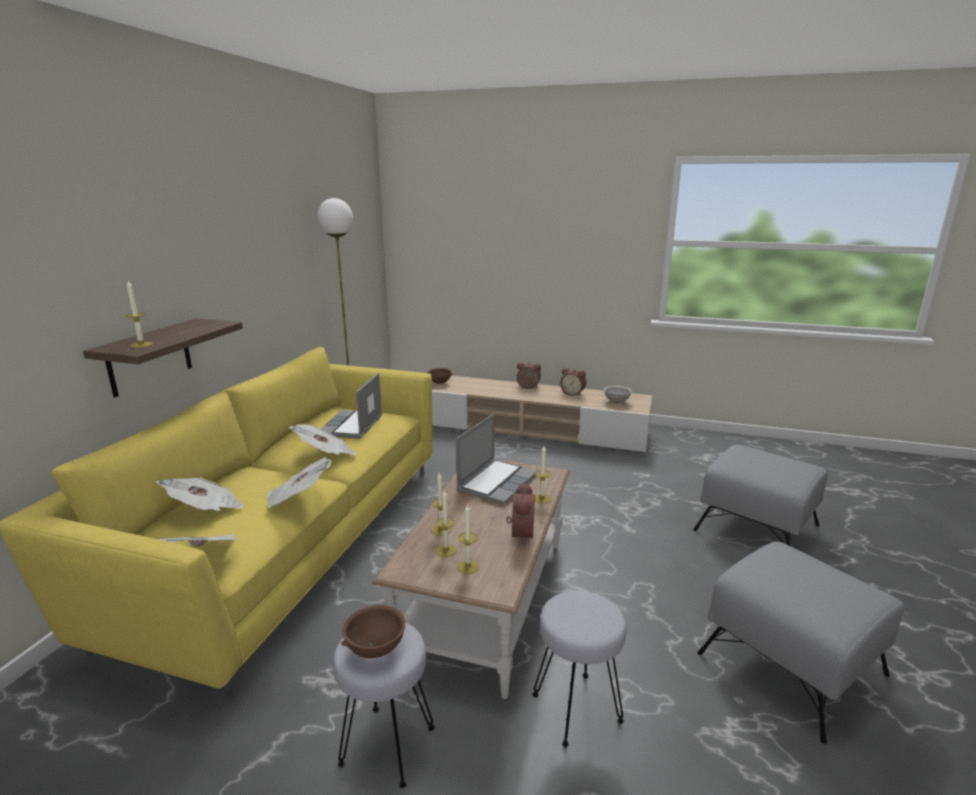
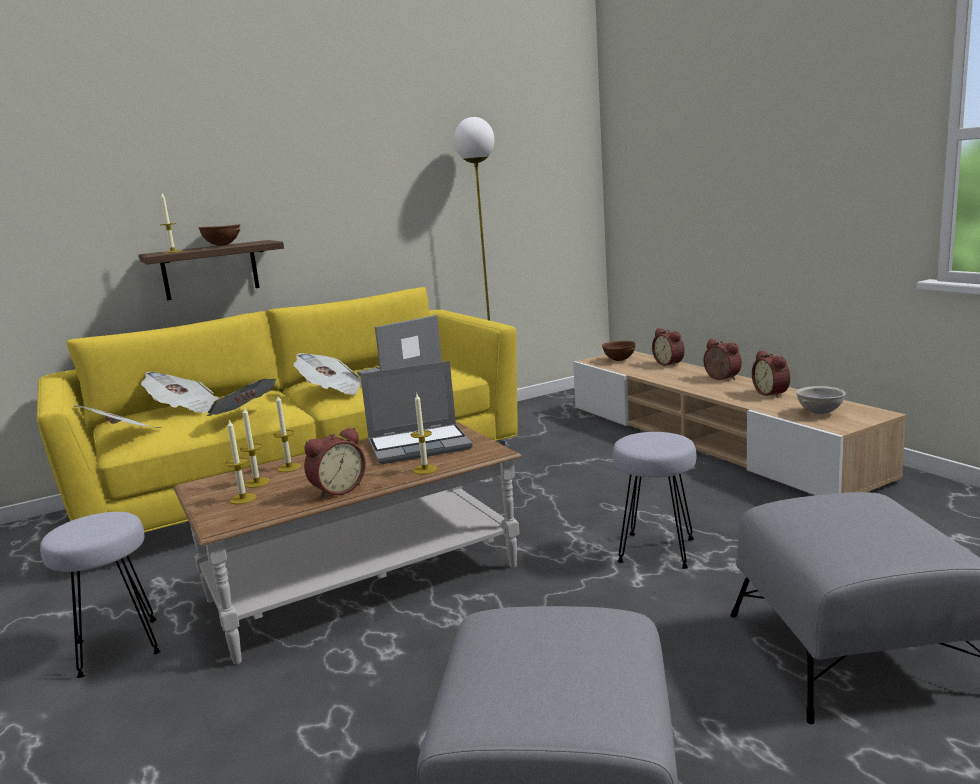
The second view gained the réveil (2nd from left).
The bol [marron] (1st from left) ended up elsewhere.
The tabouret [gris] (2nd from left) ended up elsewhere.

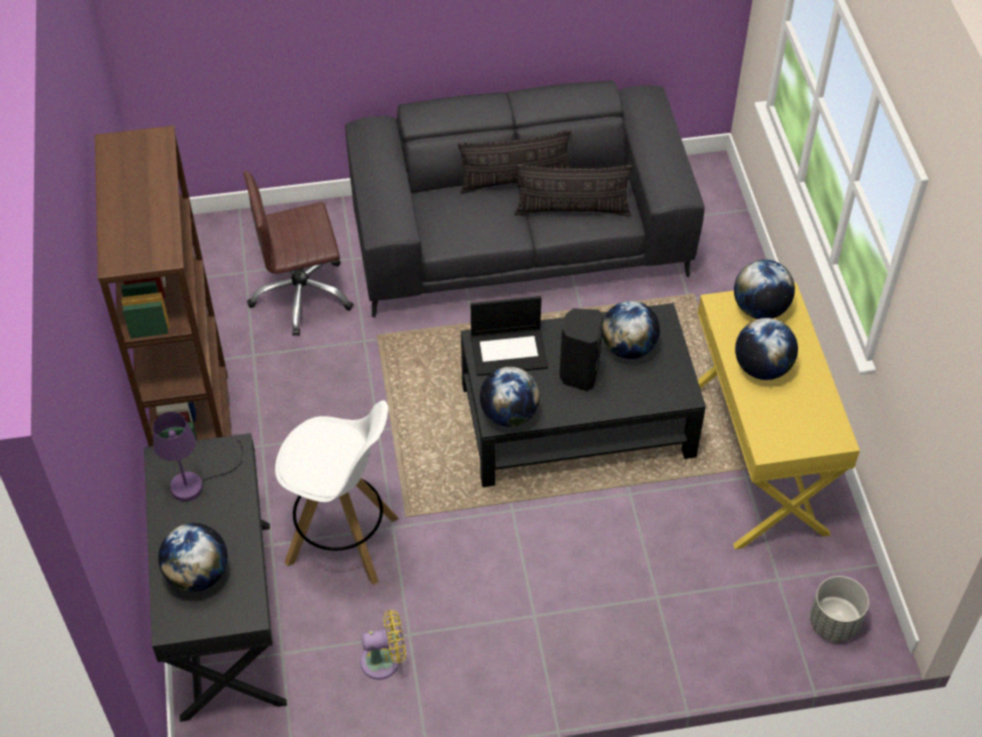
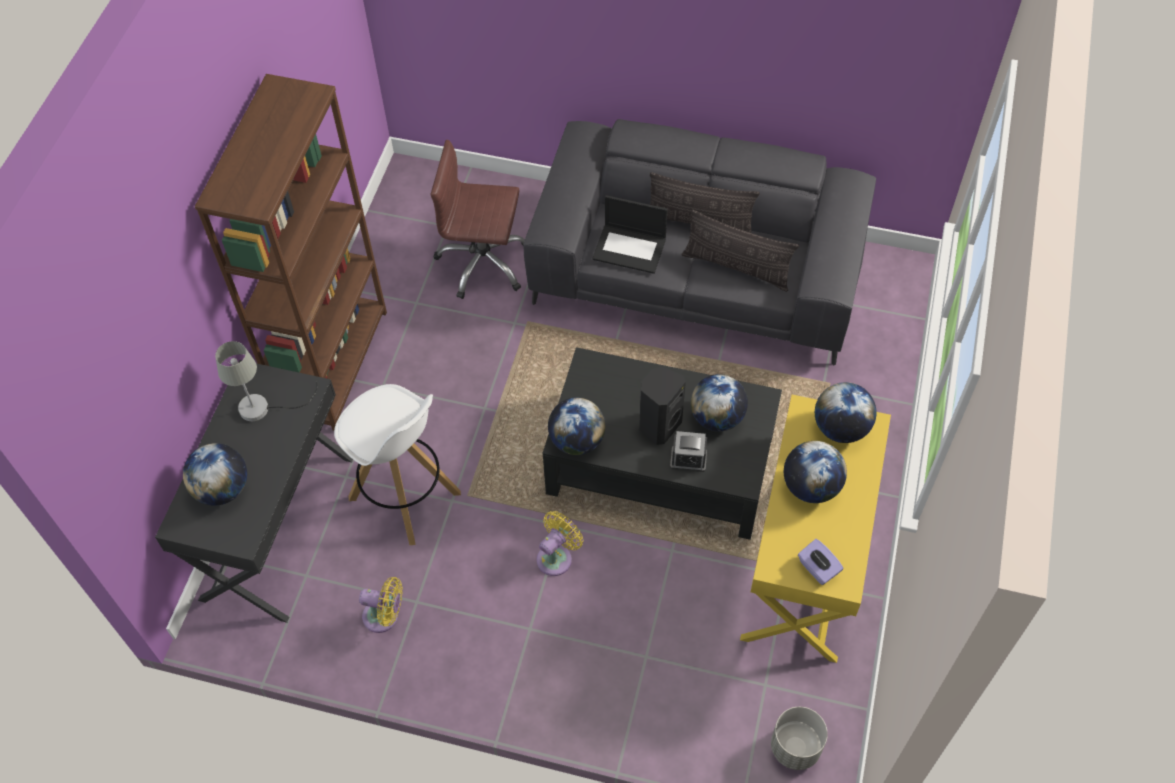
The second view gained the ventilateur [jaune] (2nd from left).
The second view gained the réveil.
The second view gained the boîte à mouchoirs [violet].
The ordinateur portable ended up elsewhere.
What was the lampe de table [violet] turned into the lampe de table [gris].

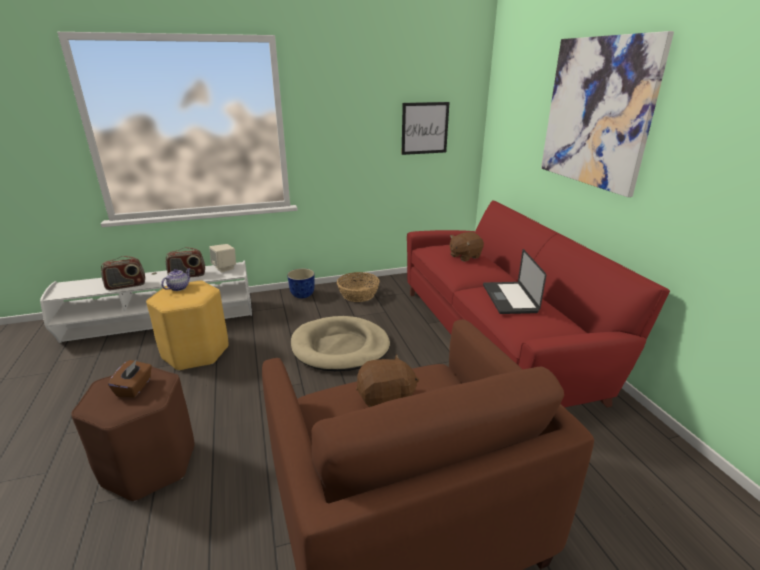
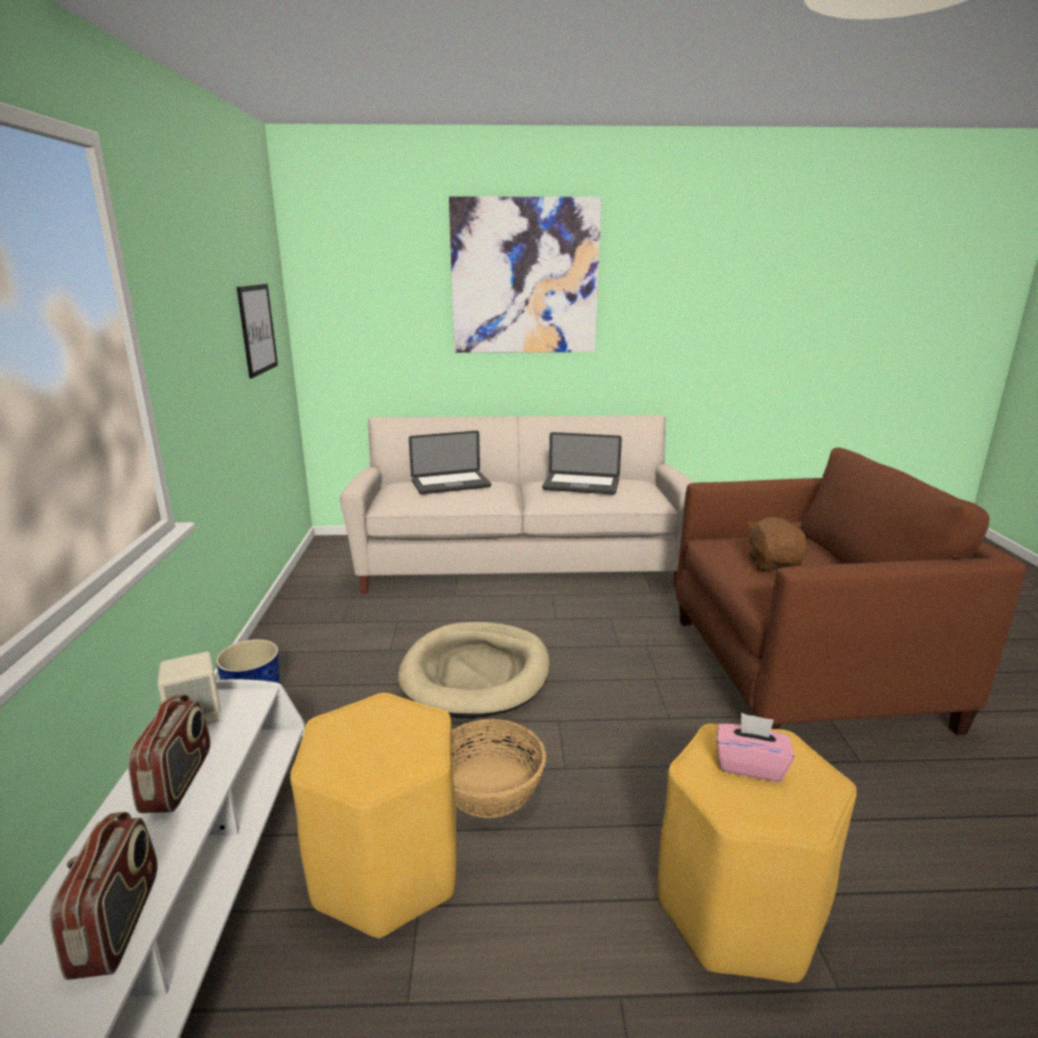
The second view lost the théière.
The panier ended up elsewhere.
Where the peluche [marron] (2nd from left) stood, the ordinateur portable (1st from left) came to stand.
What was the tabouret [marron] turned into the tabouret [jaune] (2nd from left).
What was the boîte à mouchoirs [marron] turned into the boîte à mouchoirs [rose].
What was the canapé [rouge] turned into the canapé [beige].

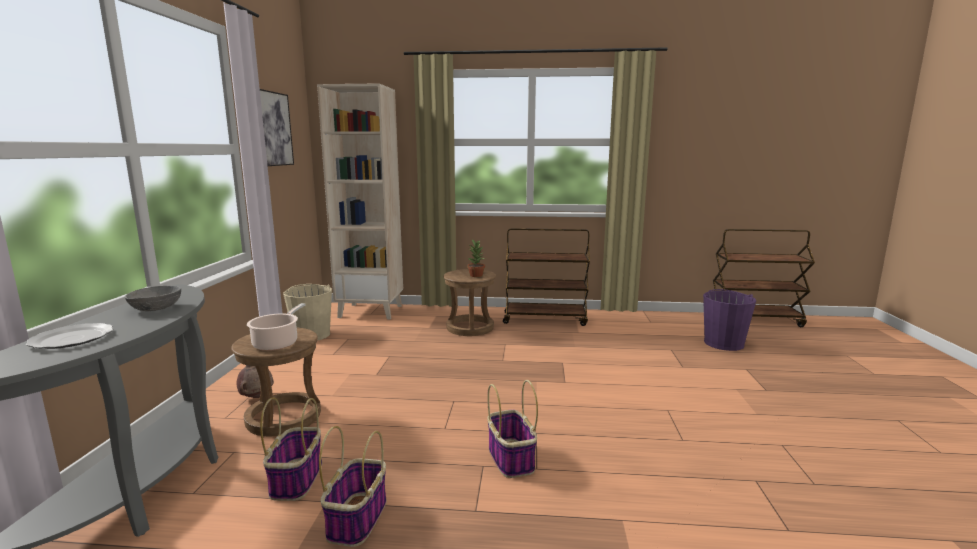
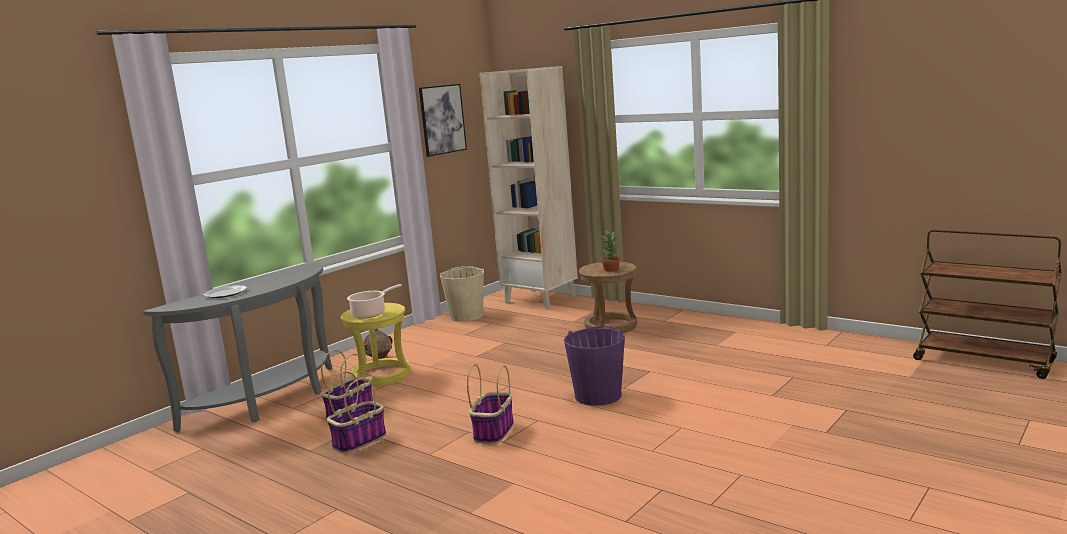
The second view lost the bol [gris].
The second view lost the chariot [marron] (1st from left).
The seau [violet] ended up elsewhere.
What was the tabouret [marron] (1st from left) turned into the tabouret [jaune].

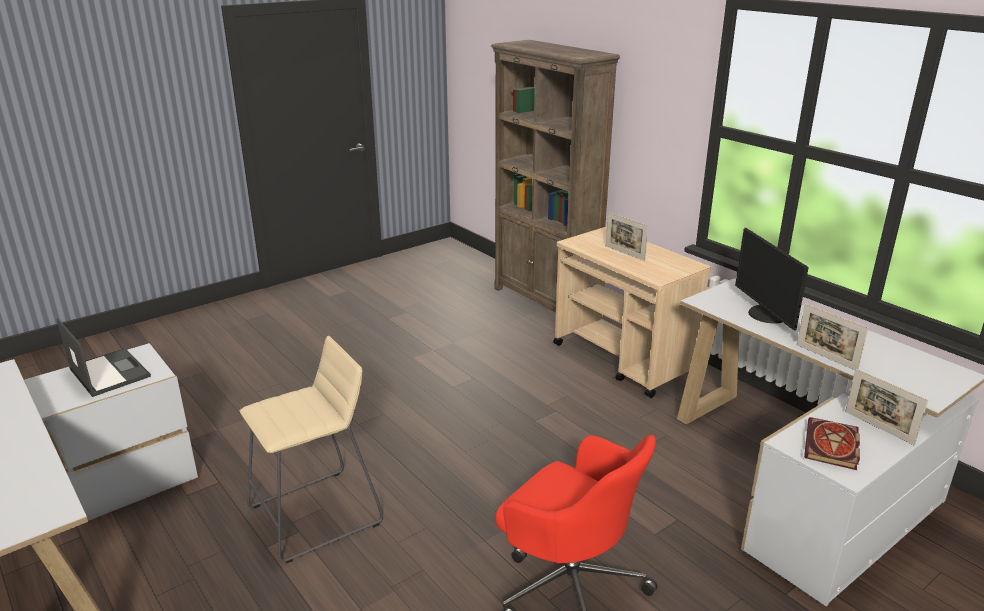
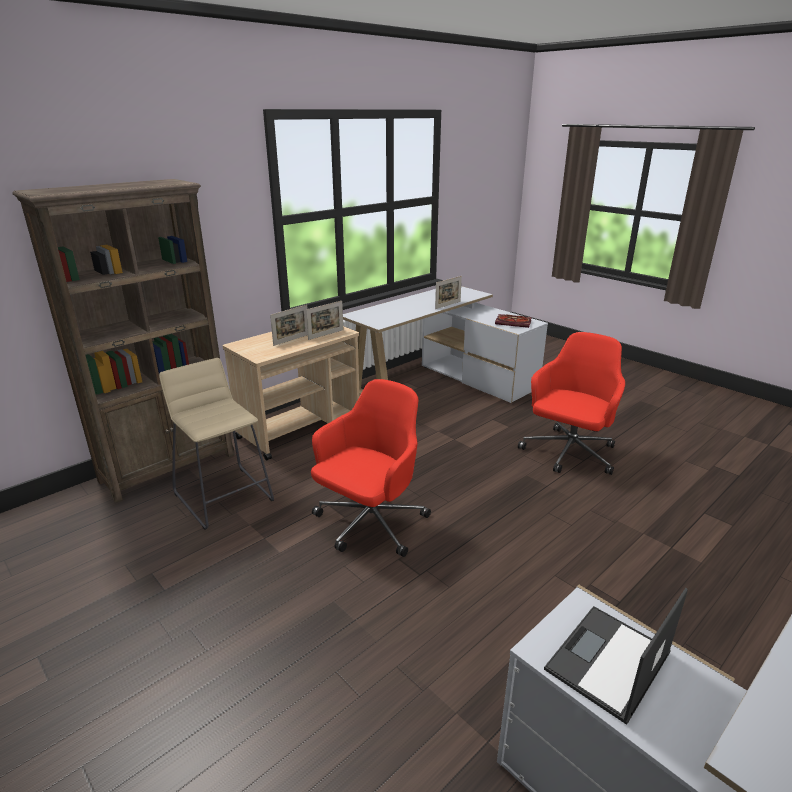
The second view lost the écran d'ordinateur.
The second view gained the chaise de bureau [rouge] (1st from left).
The tabouret [beige] ended up elsewhere.
The cadre photo (3rd from left in the first image) ended up elsewhere.

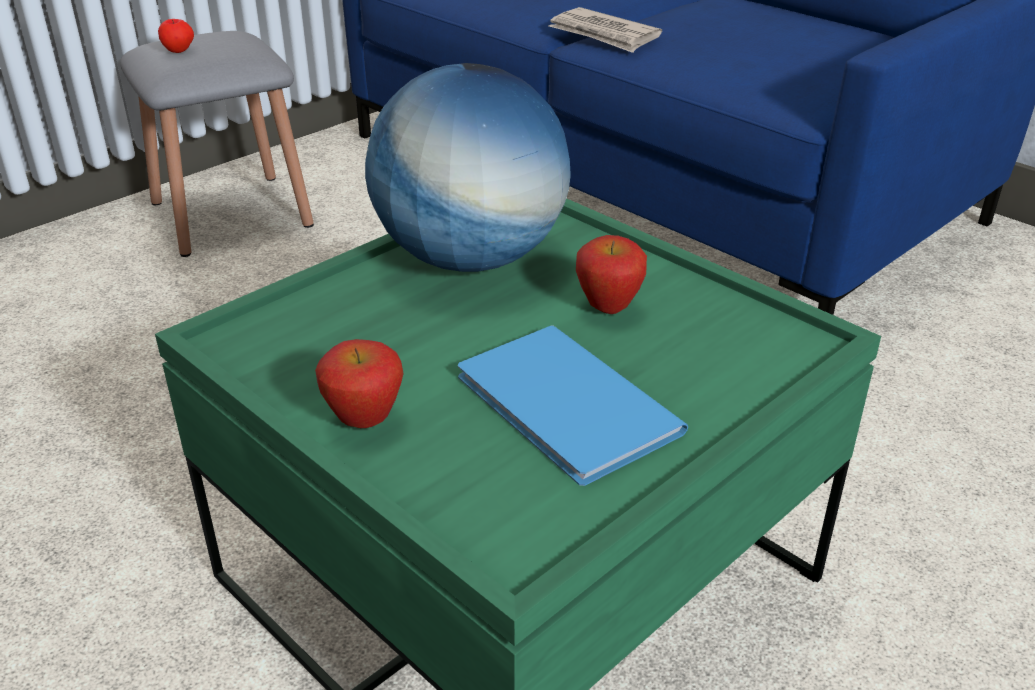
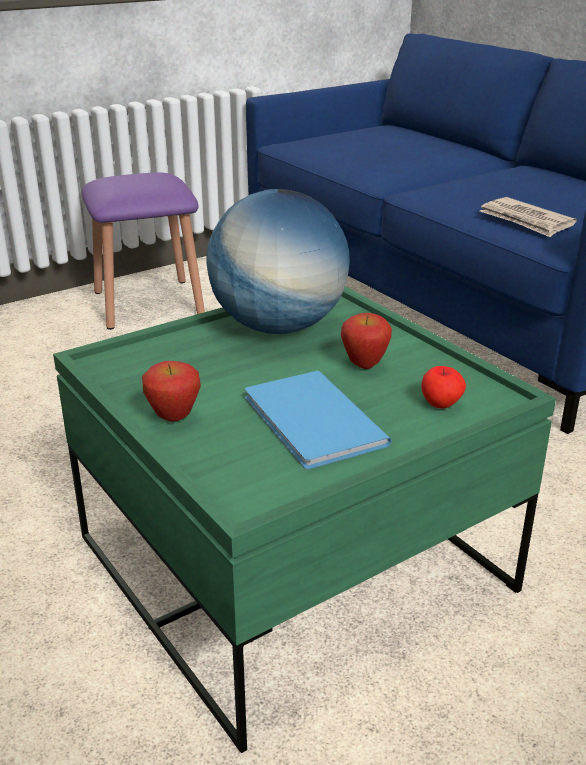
The pomme (1st from left in the first image) ended up elsewhere.
The journal ended up elsewhere.
What was the tabouret [gris] turned into the tabouret [violet].

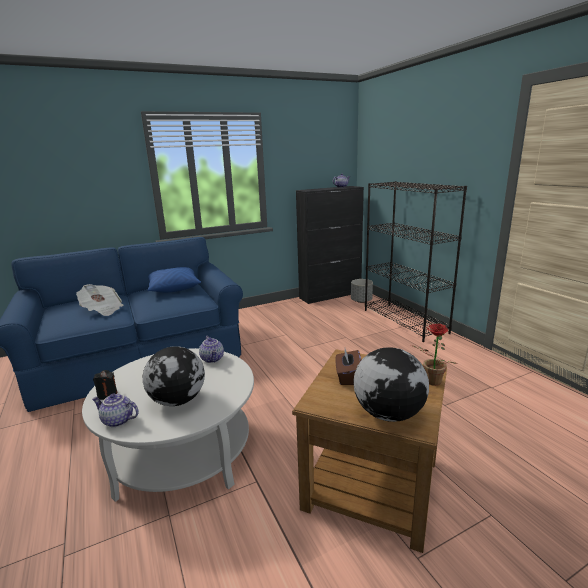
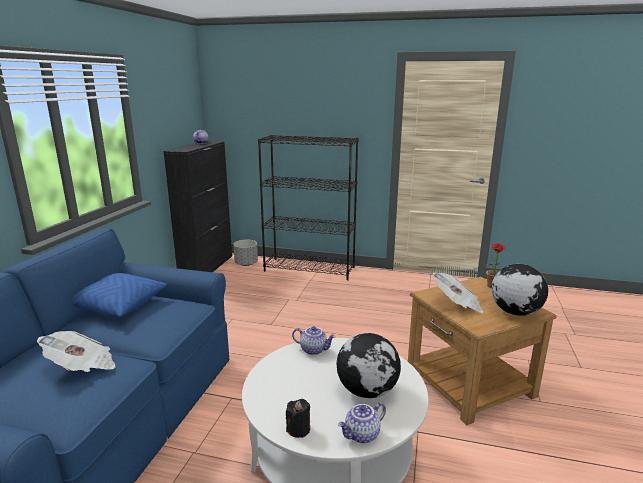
Where the boîte à mouchoirs [marron] stood, the journal (2nd from left) came to stand.

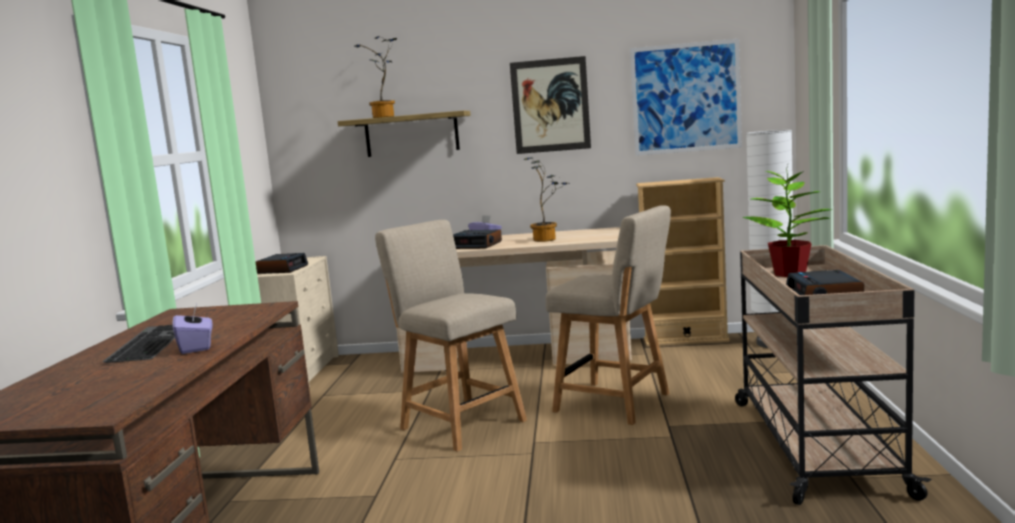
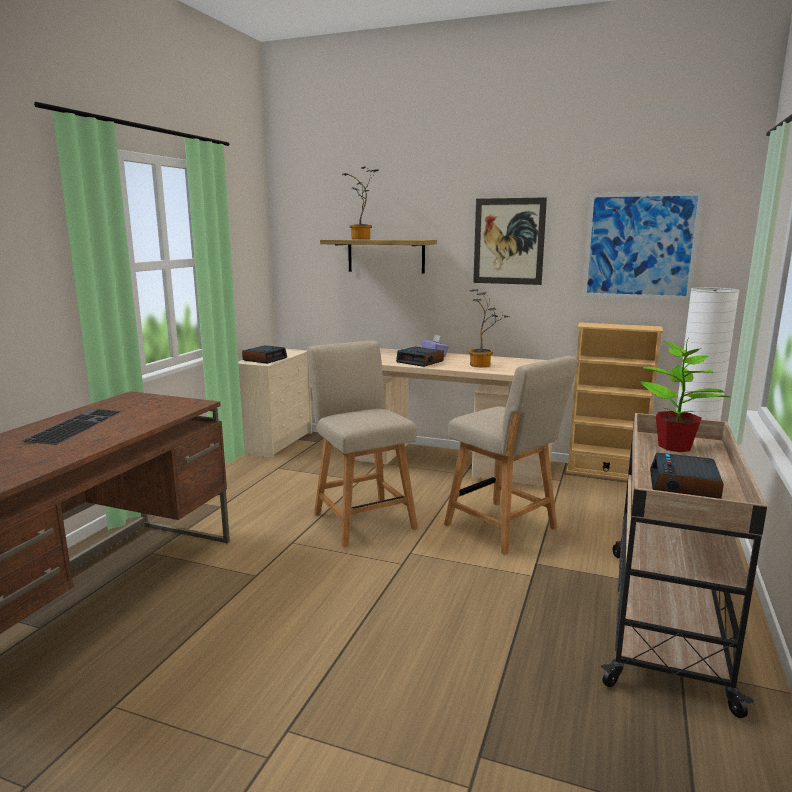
The second view lost the boîte à mouchoirs [violet] (1st from left).

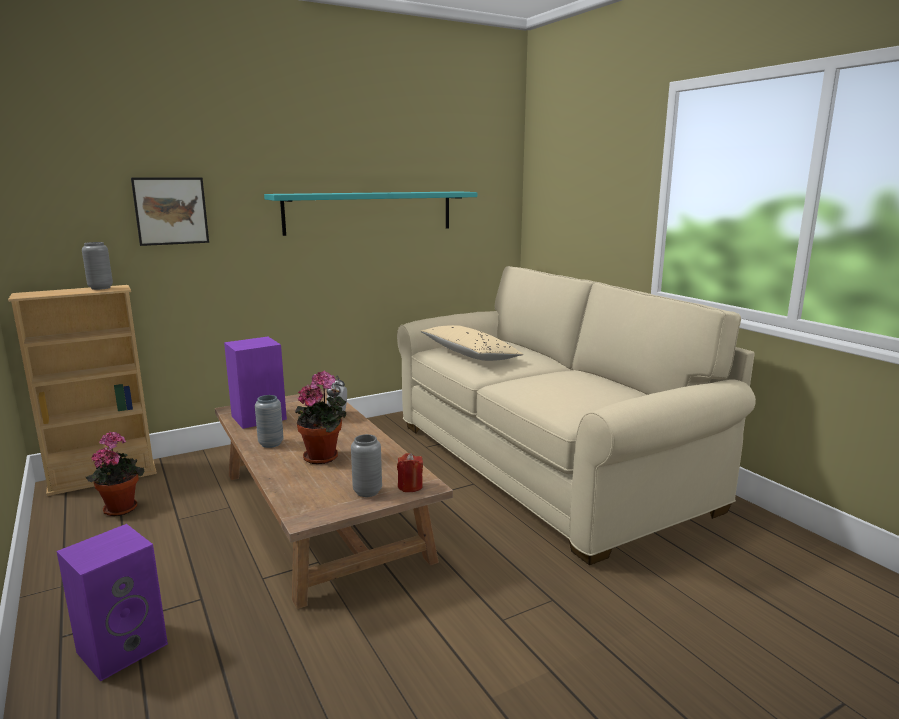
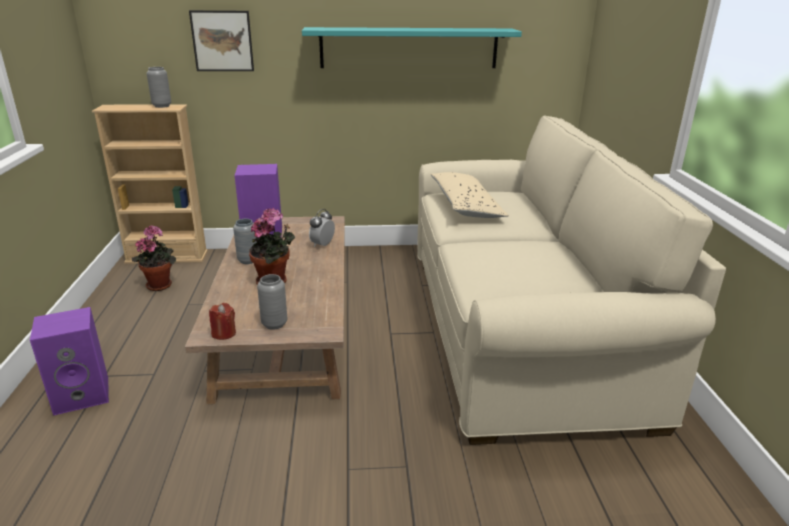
The bougie [rouge] ended up elsewhere.

